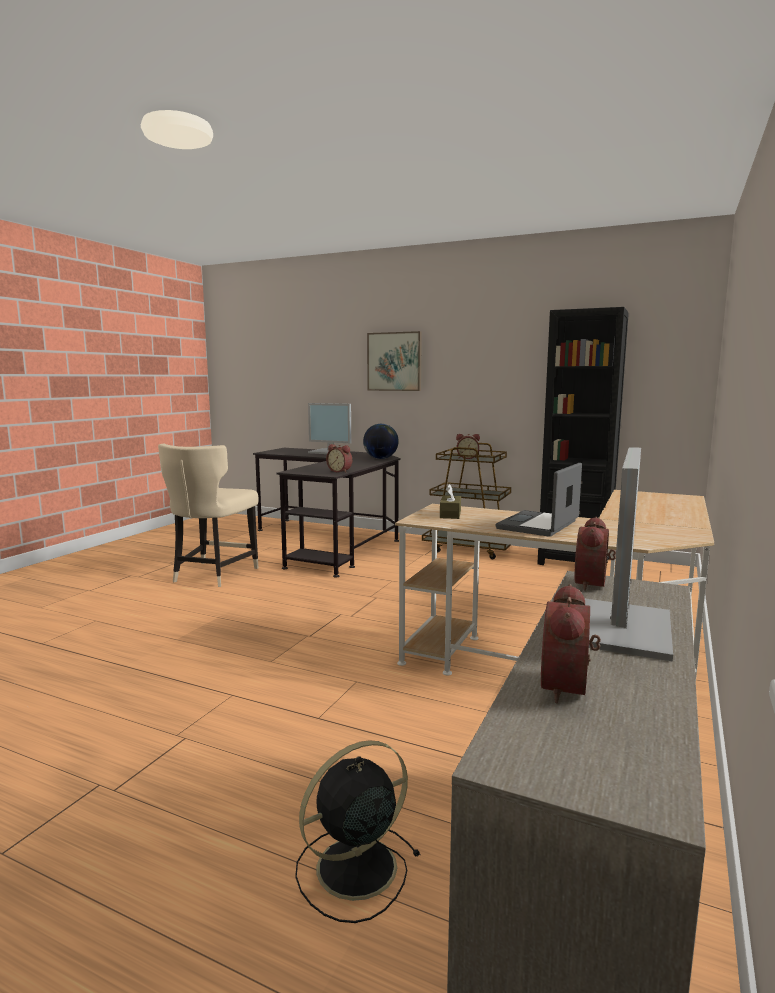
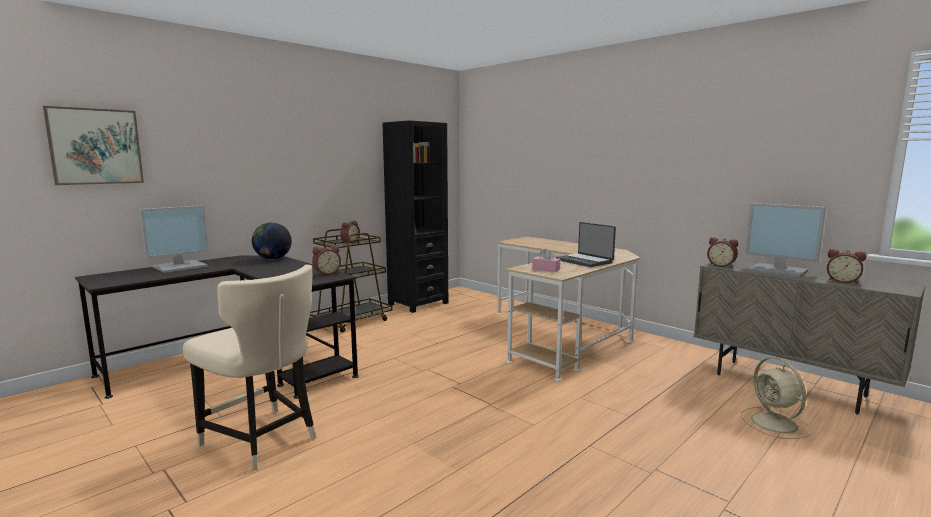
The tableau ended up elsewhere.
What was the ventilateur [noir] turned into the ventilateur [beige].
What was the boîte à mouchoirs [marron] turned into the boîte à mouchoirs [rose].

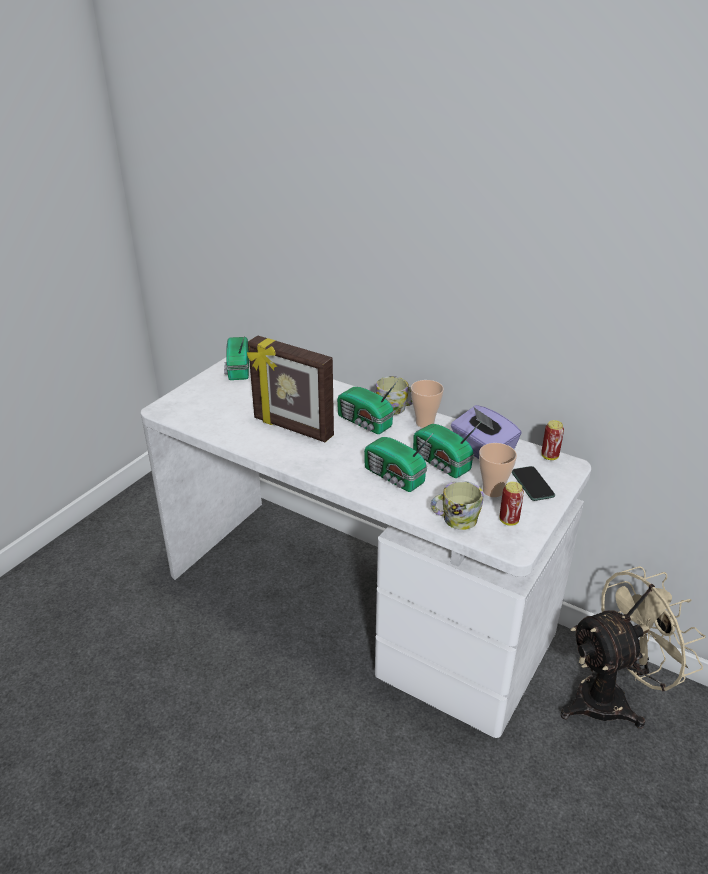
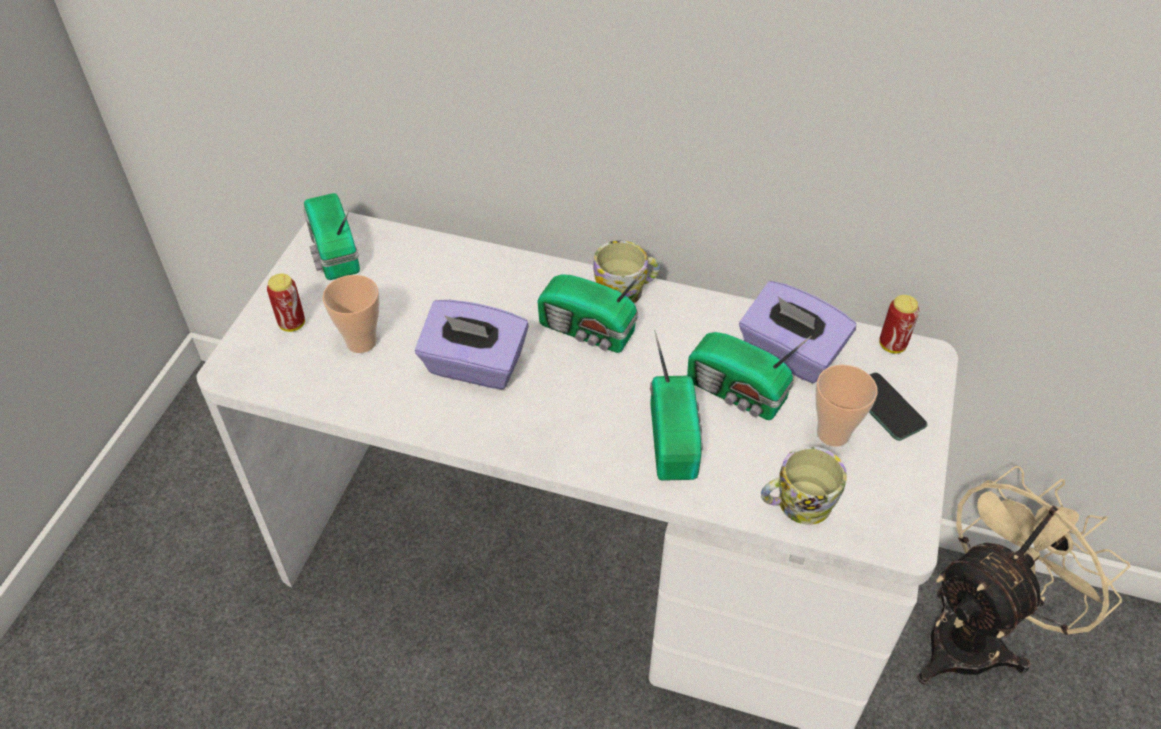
The tasse (1st from left) ended up elsewhere.
The boîte métallique (1st from left) ended up elsewhere.
Where the cadre photo stood, the boîte à mouchoirs [violet] (1st from left) came to stand.
The radio (3rd from left) ended up facing another way, 120 degrees counterclockwise from before.

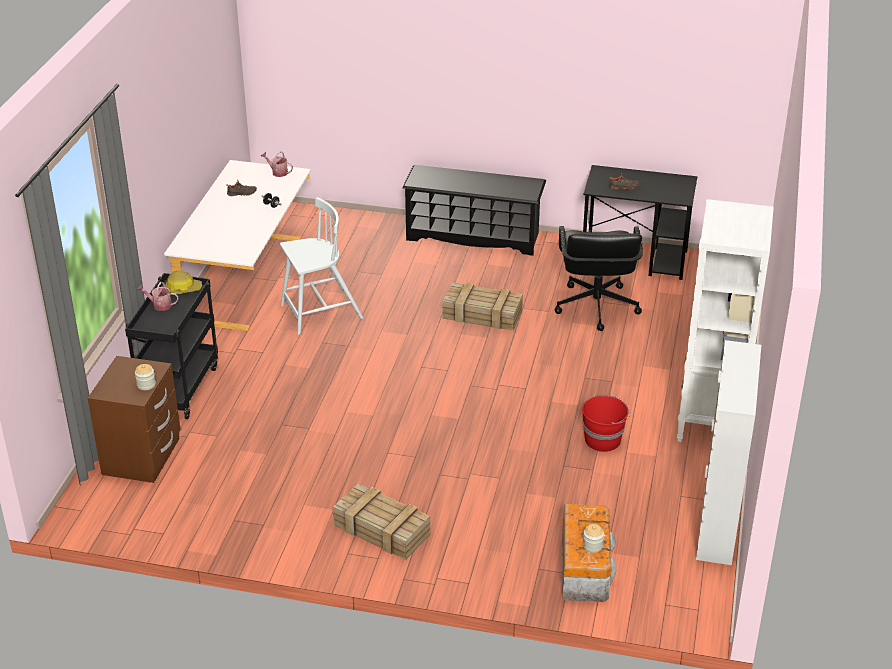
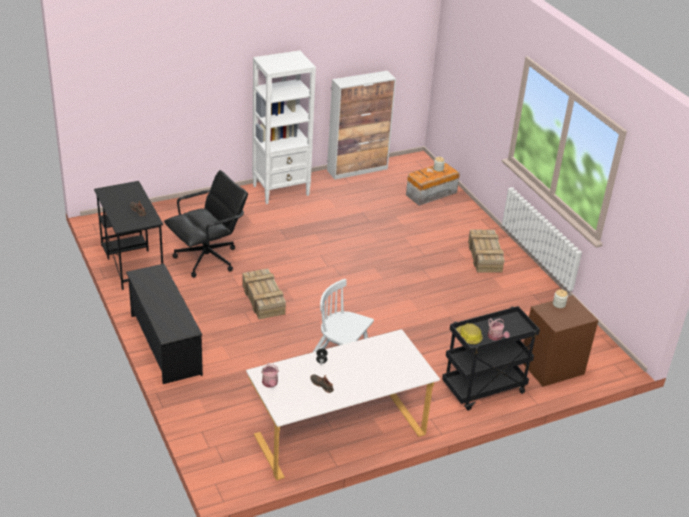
The second view lost the seau [rouge].

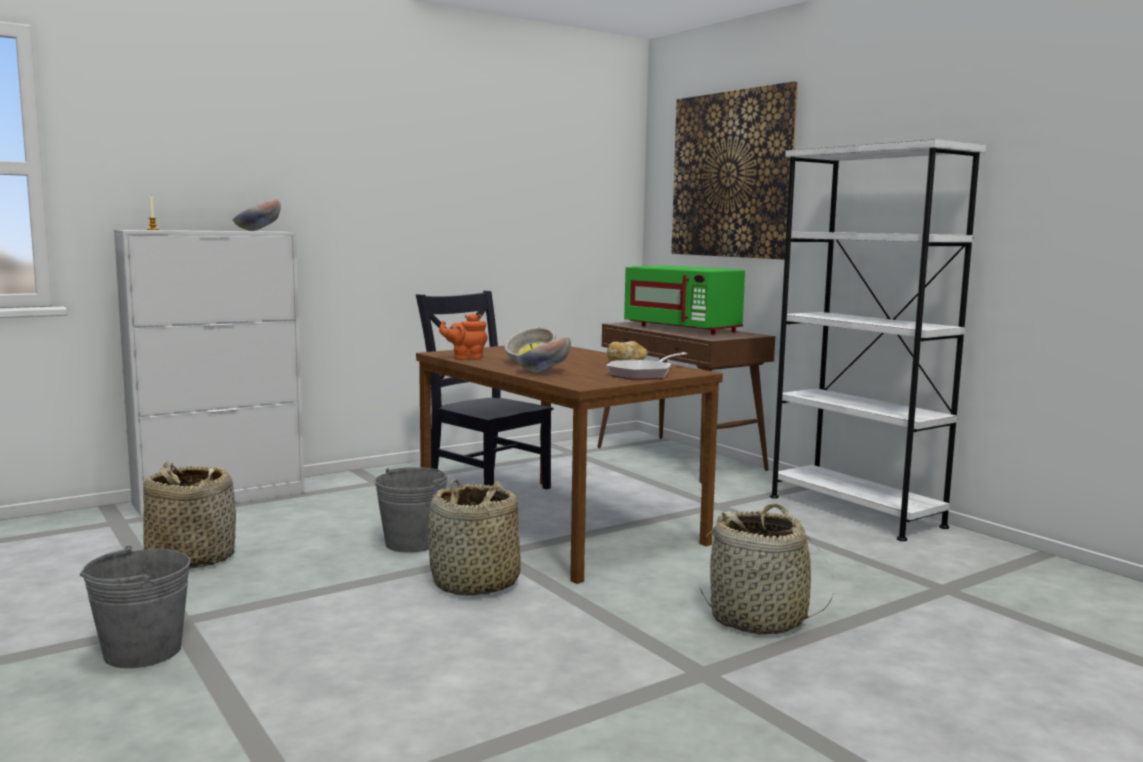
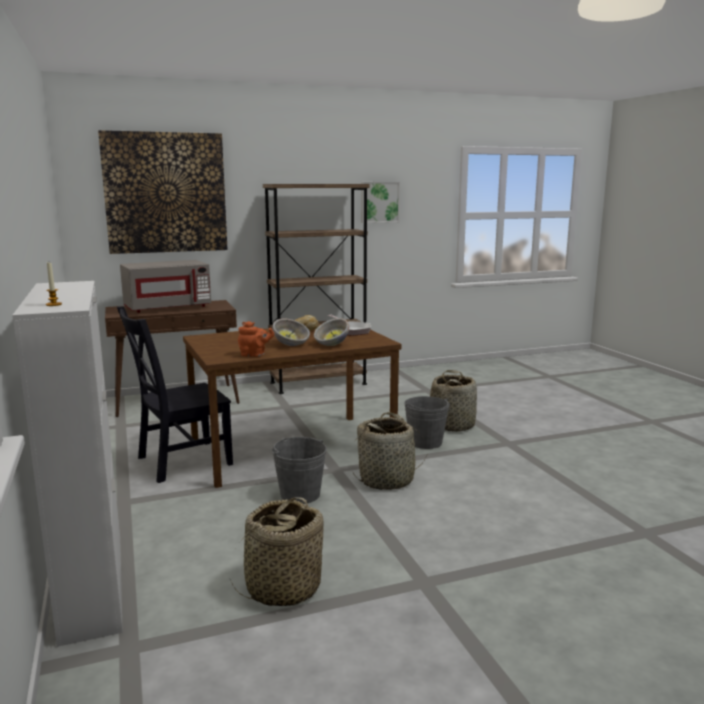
The second view lost the bol (1st from left).
The second view gained the tableau (2nd from left).
The seau [gris] (1st from left in the first image) ended up elsewhere.
What was the micro-ondes [vert] turned into the micro-ondes [gris].
What was the bibliothèque [blanc] turned into the bibliothèque [marron].
The théière [orange] ended up facing another way, 90 degrees counterclockwise from before.

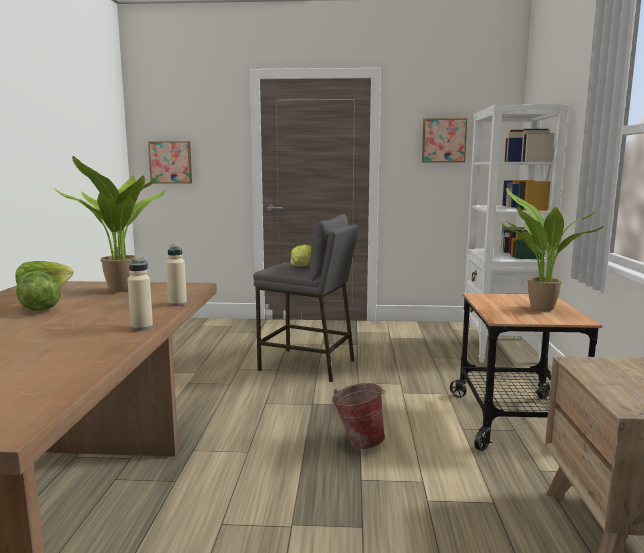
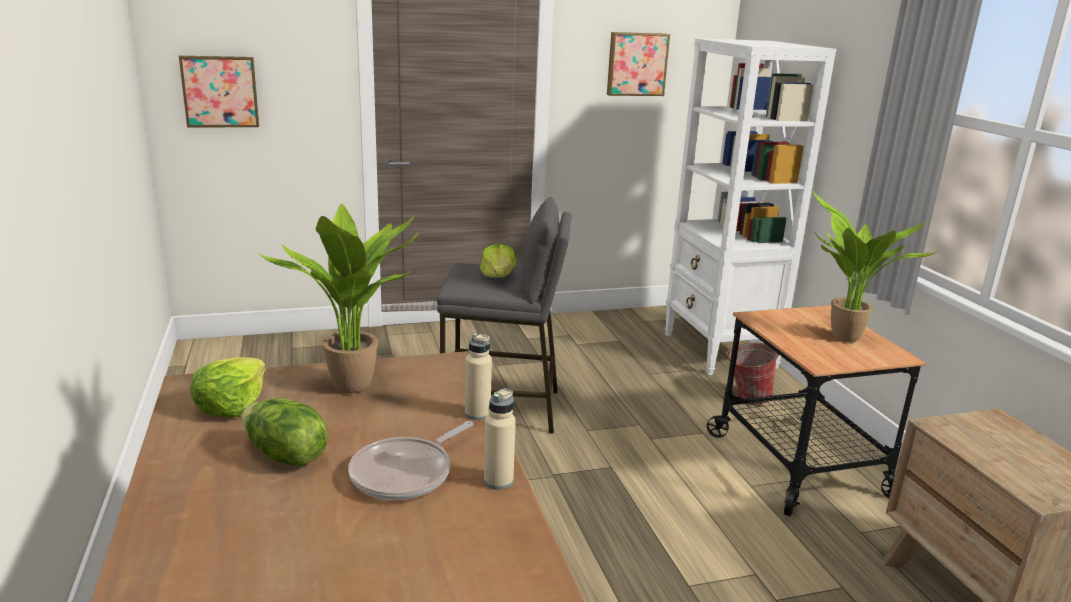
The second view gained the poêle.
The seau ended up elsewhere.

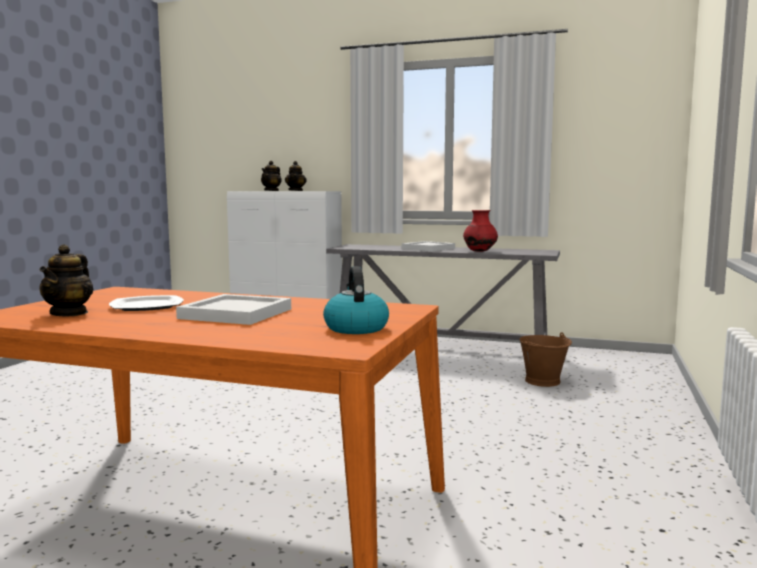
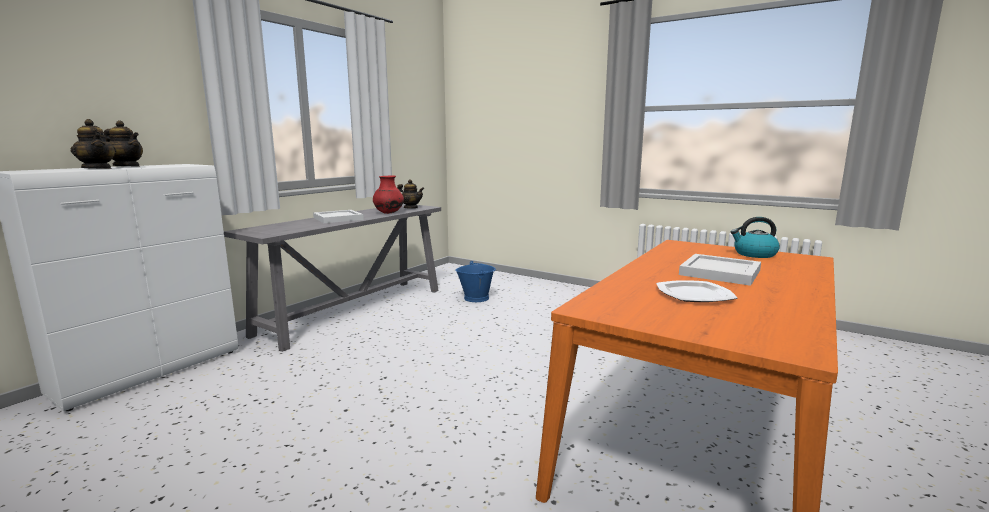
The théière (1st from left in the first image) ended up elsewhere.
What was the seau [marron] turned into the seau [bleu].

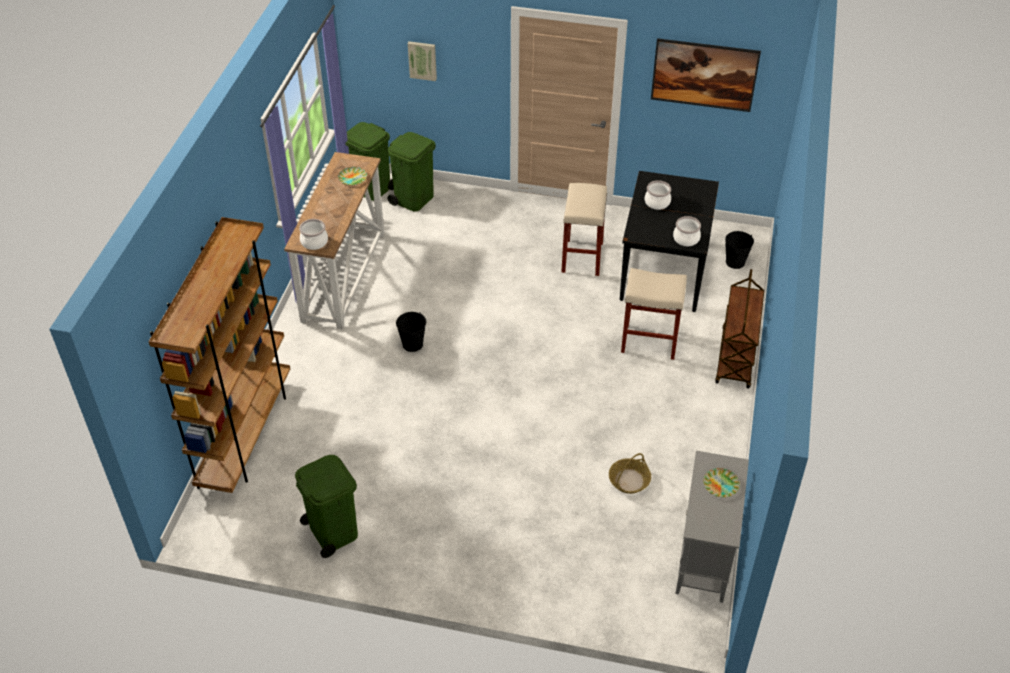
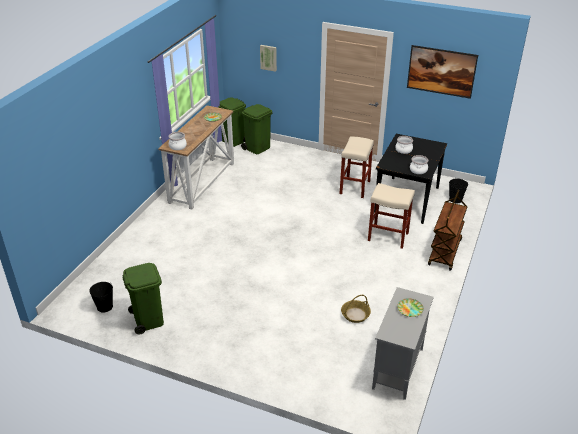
The second view lost the bibliothèque [marron].
The seau [noir] (1st from left) ended up elsewhere.

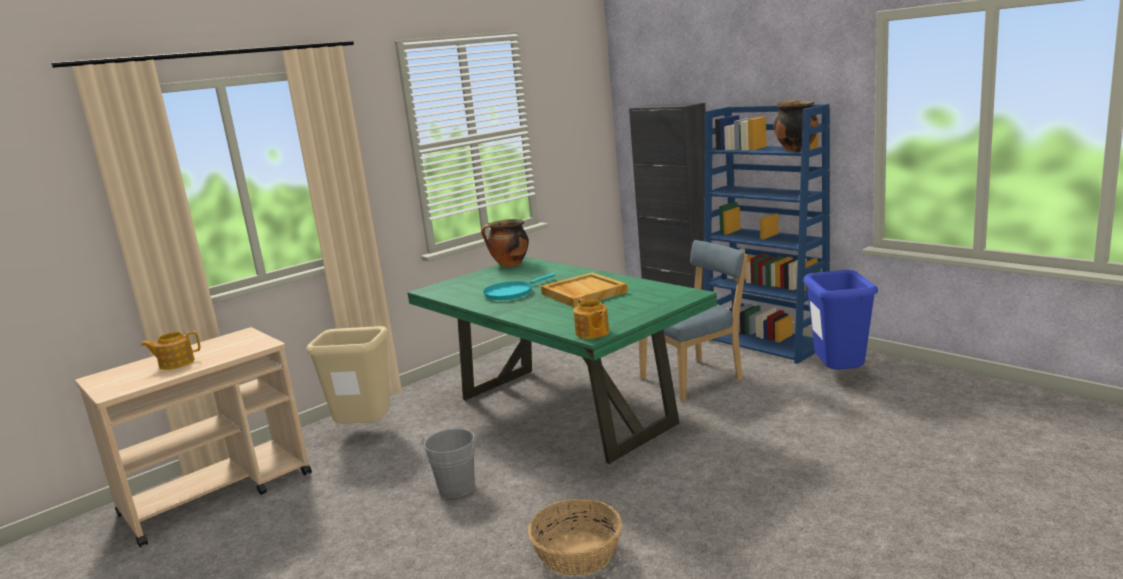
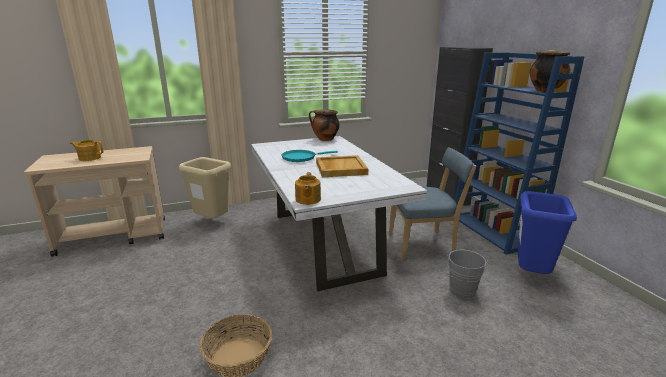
The seau [gris] ended up elsewhere.
What was the table à manger [vert] turned into the table à manger [blanc].

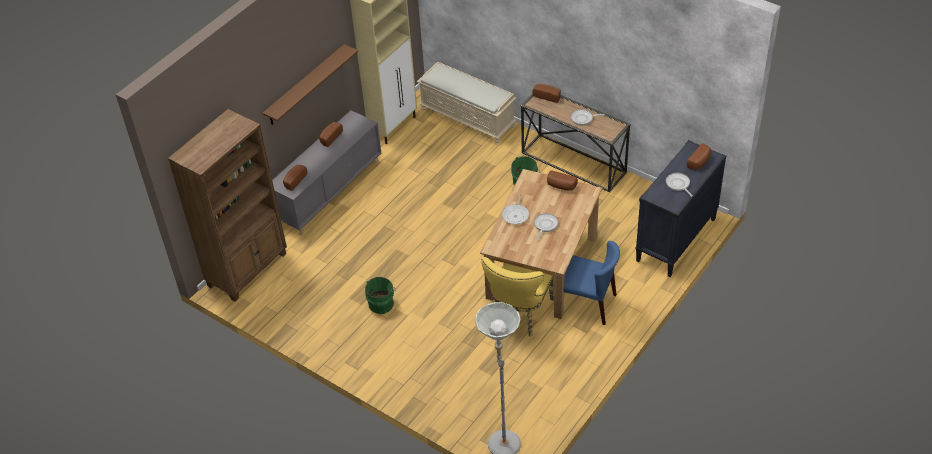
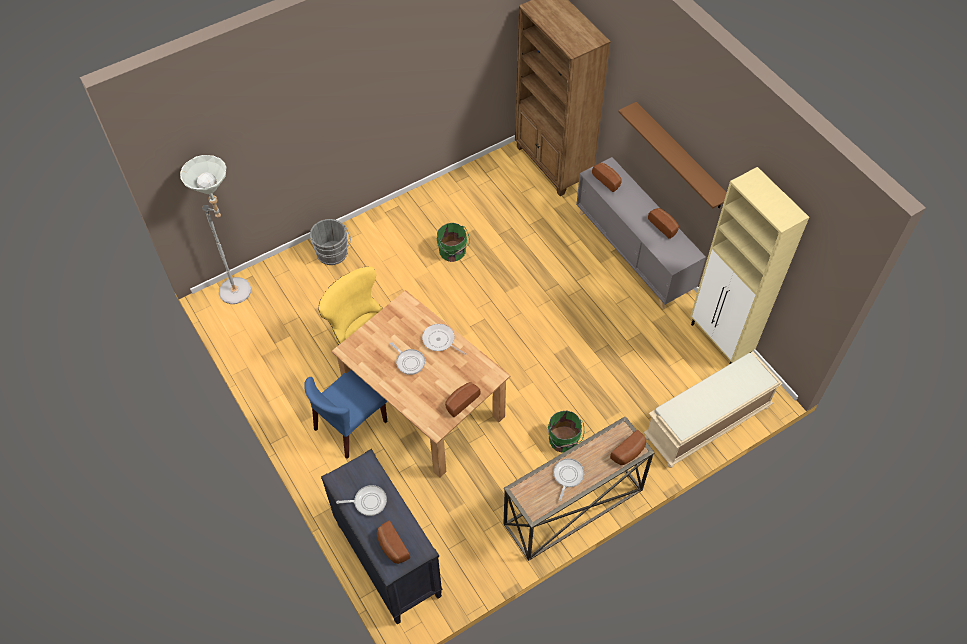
The second view gained the seau [gris].

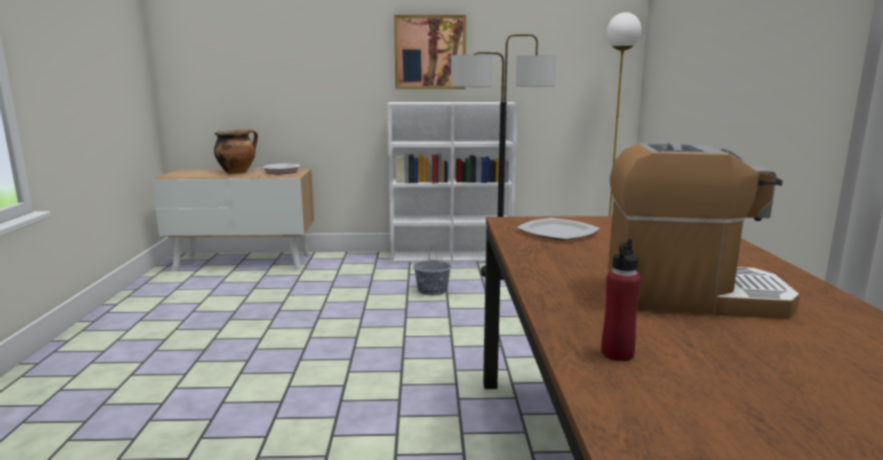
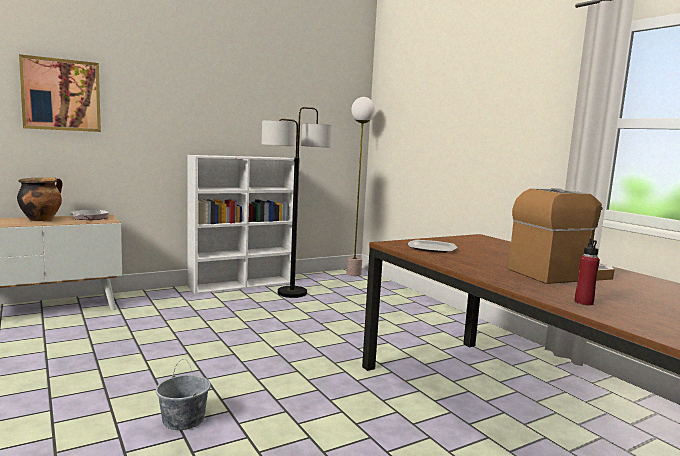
The tableau ended up elsewhere.
The seau [gris] ended up elsewhere.

